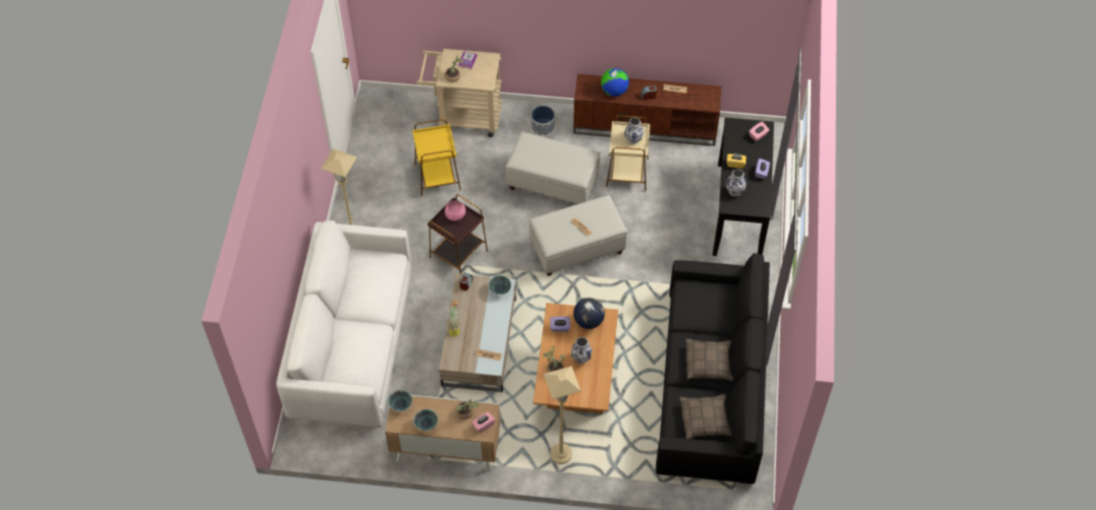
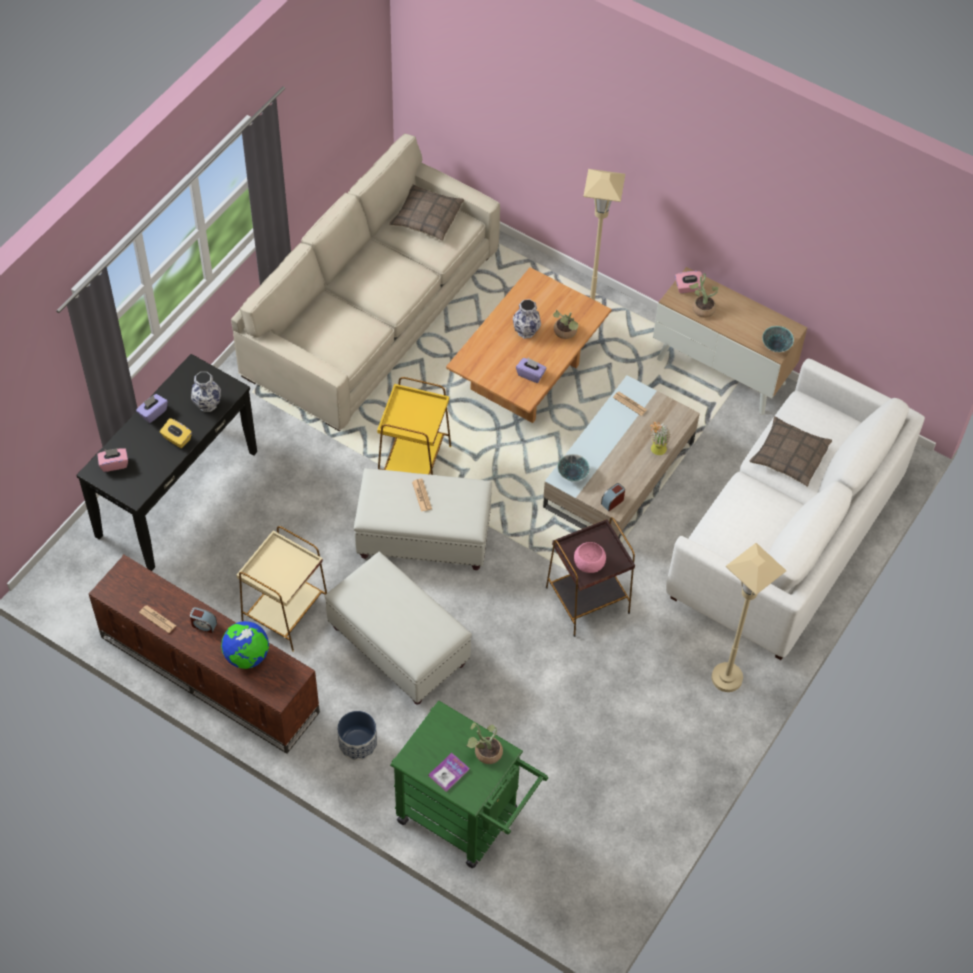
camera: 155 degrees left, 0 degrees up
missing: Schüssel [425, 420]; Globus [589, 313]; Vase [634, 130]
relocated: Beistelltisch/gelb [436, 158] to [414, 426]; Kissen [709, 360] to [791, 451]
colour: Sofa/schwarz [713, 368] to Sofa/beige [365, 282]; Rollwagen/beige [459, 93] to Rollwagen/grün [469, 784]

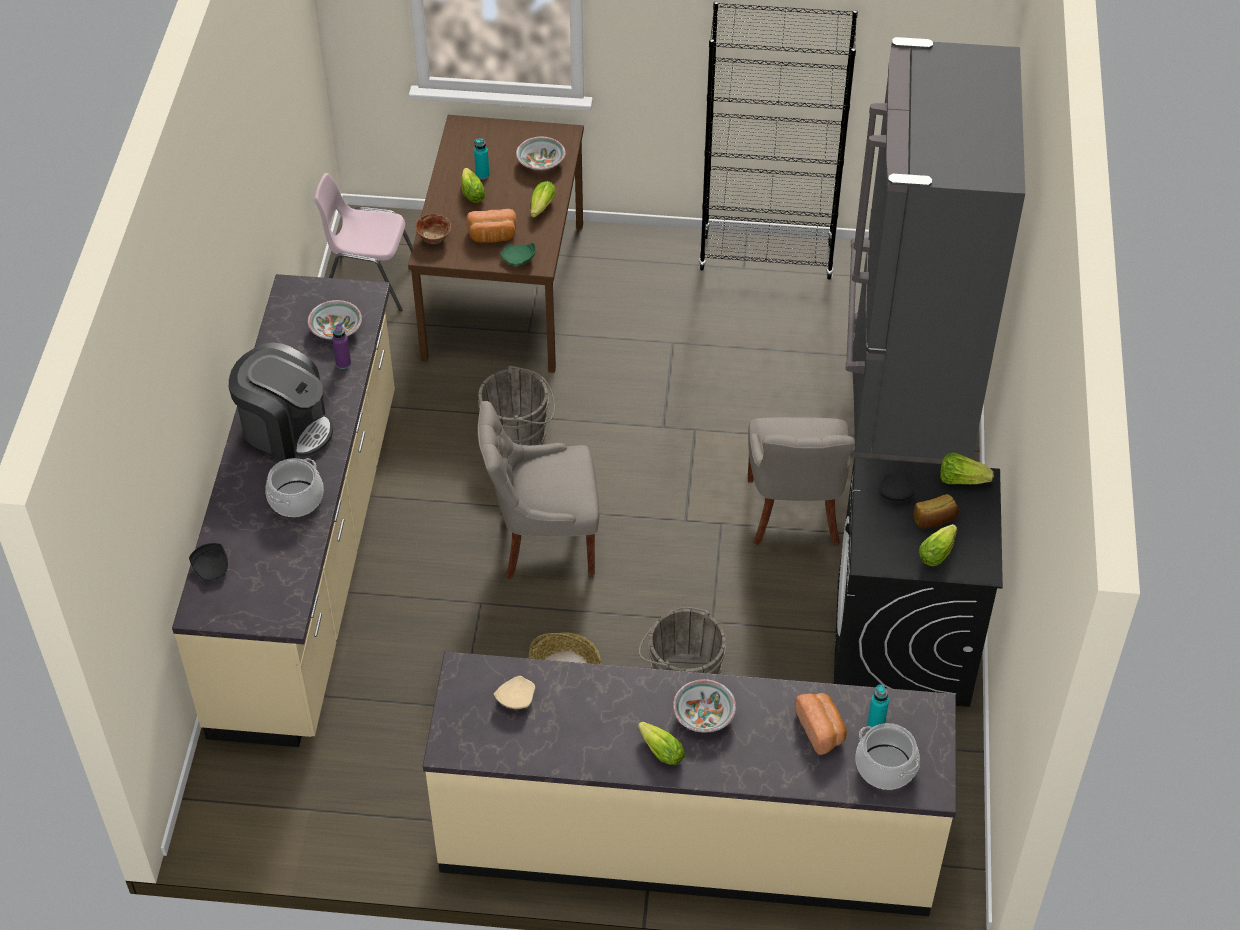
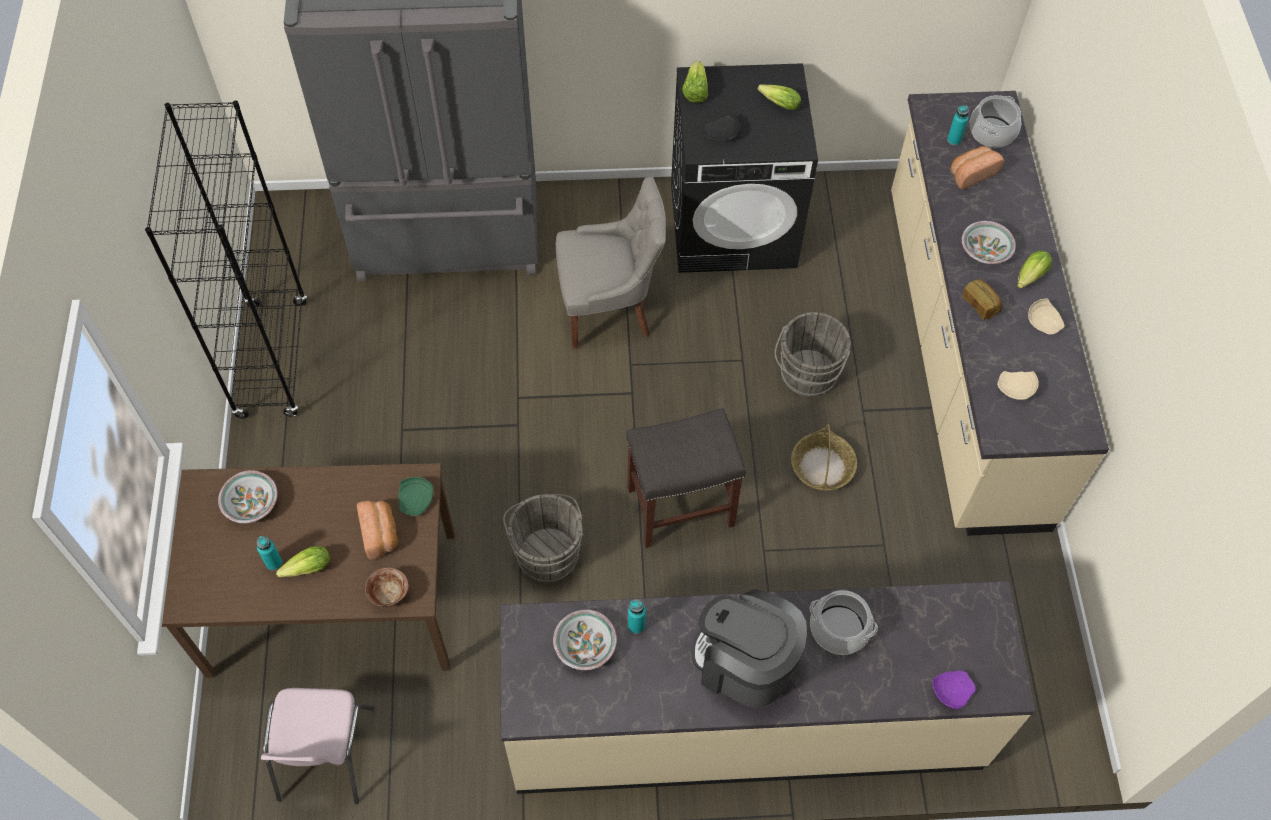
camera: 100 degrees left, 10 degrees up
missing: Salatkopf [543, 199]
appeared: Teller/beige [1046, 316]
relocated: Brot [936, 511] to [983, 299]
exchanged: Stuhl/grau [538, 490] to Hocker/grau [686, 478]
colour: Flasche/lila [341, 346] to Flasche/türkis [637, 616]; Teller/schwarz [208, 561] to Teller/lila [954, 690]
spun: Kaffeemaschine [281, 401] = [749, 648] 75 degrees counterclockwise

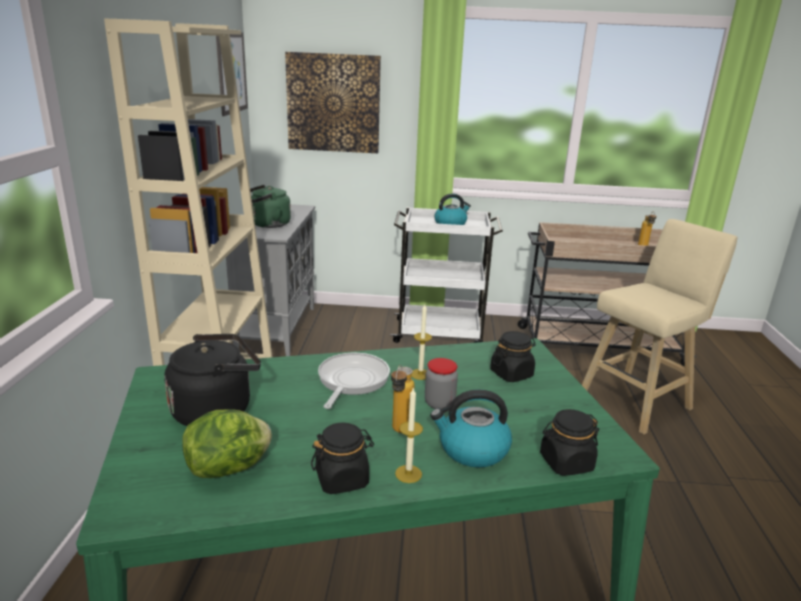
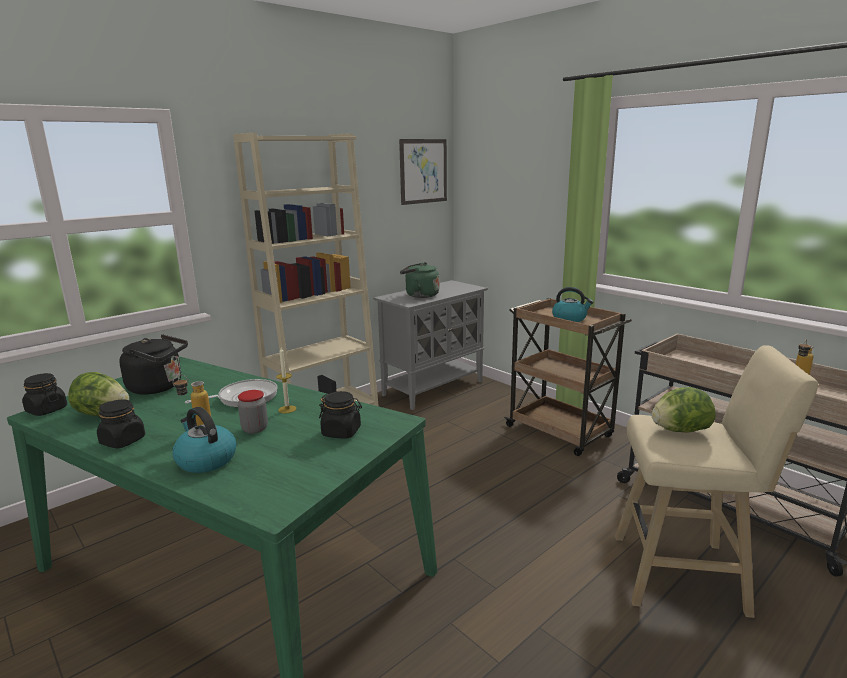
camera: 45 degrees right, 5 degrees down
missing: Bild [333, 102]; Kerze [409, 435]
appeared: Salatkopf [684, 410]
relocated: Vorratsglas/schwarz [569, 442] to [44, 394]
colour: Rollwagen/weiß [446, 275] to Rollwagen/braun [568, 377]

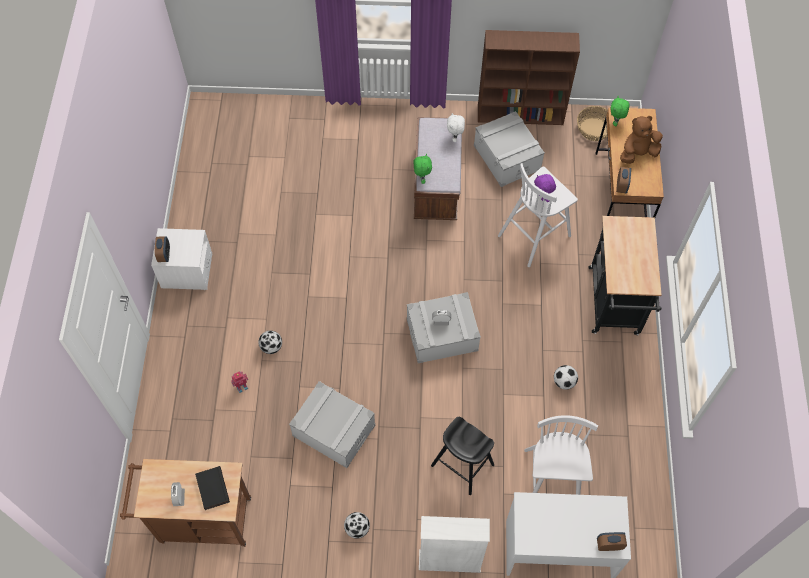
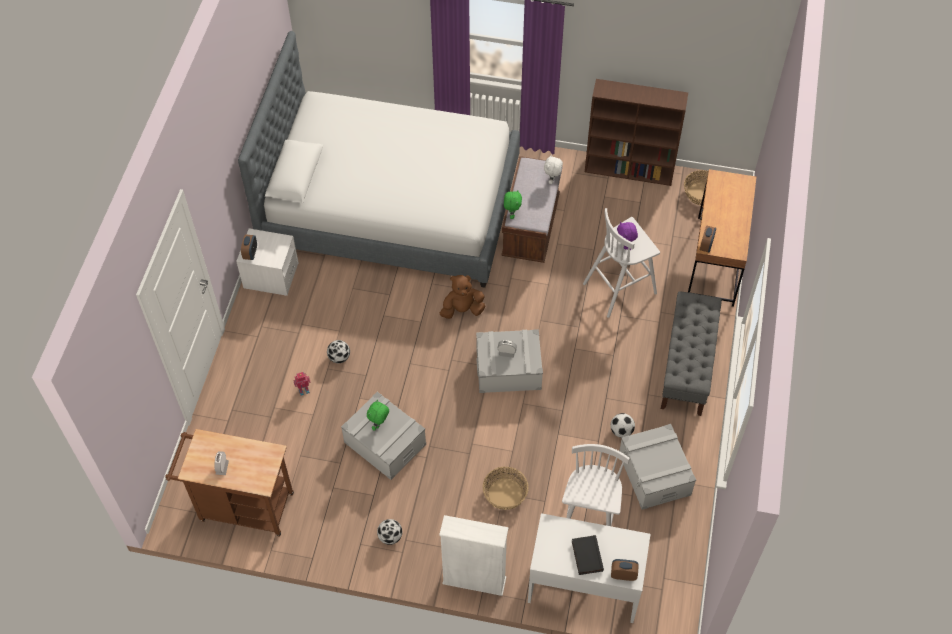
camera: 10 degrees right, 5 degrees down
appeared: Bett [379, 159]
relocated: Plüschtier/grün [620, 111] to [378, 415]; Plüschtier/braun [641, 140] to [462, 297]; Buch/schwarz [212, 488] to [588, 555]; Aufbewahrungsbox/grau [509, 149] to [657, 467]
exchanged: Hocker/schwarz [462, 456] to Korb [506, 488]; Rollwagen/schwarz [625, 275] to Bank/grau [691, 353]

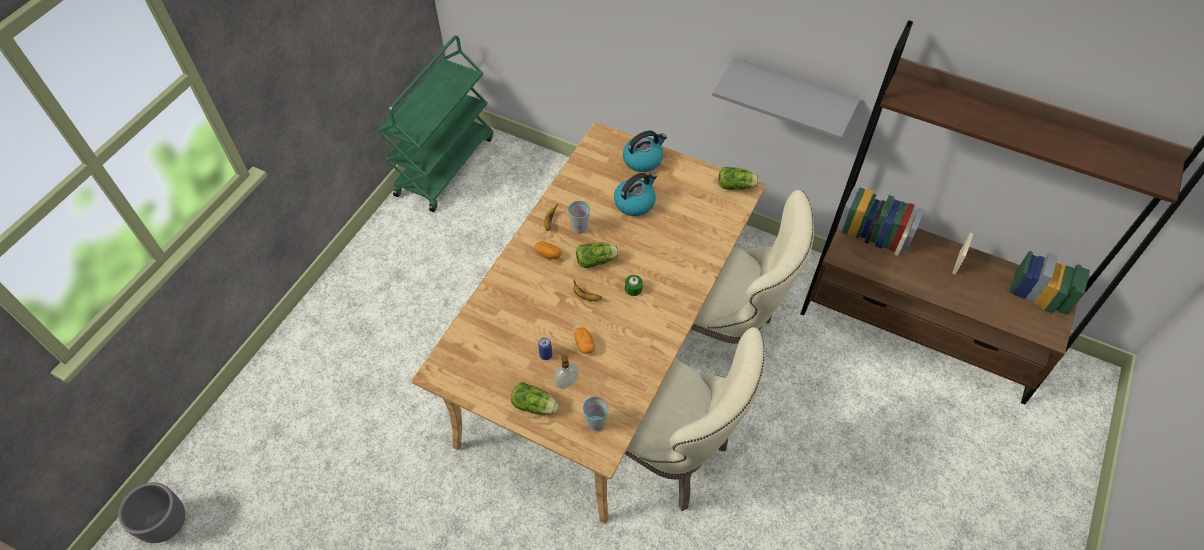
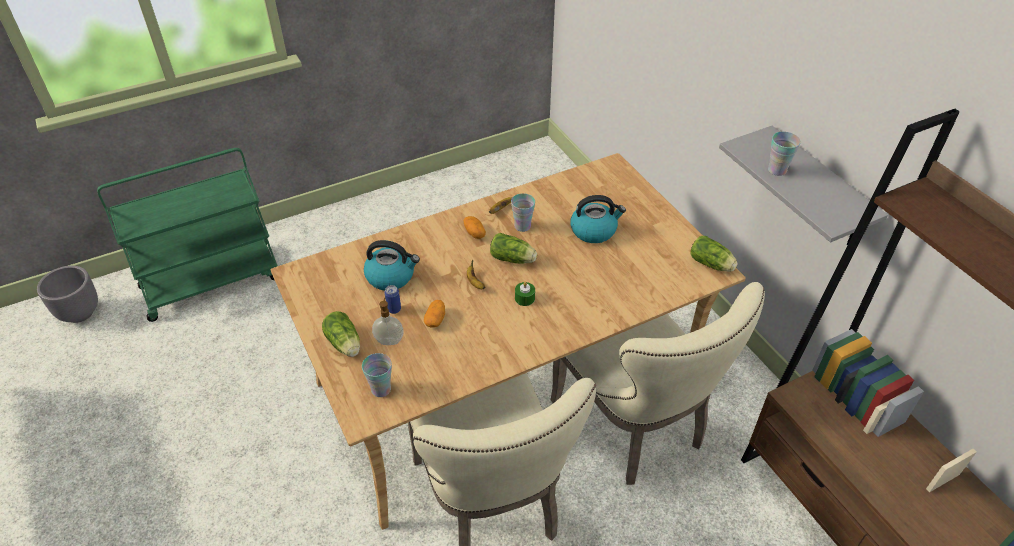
camera: 35 degrees right, 10 degrees down
appeared: Tasse [784, 154]
relocated: Rollwagen/grün [435, 124] to [187, 235]; Wasserkessel [645, 151] to [392, 265]

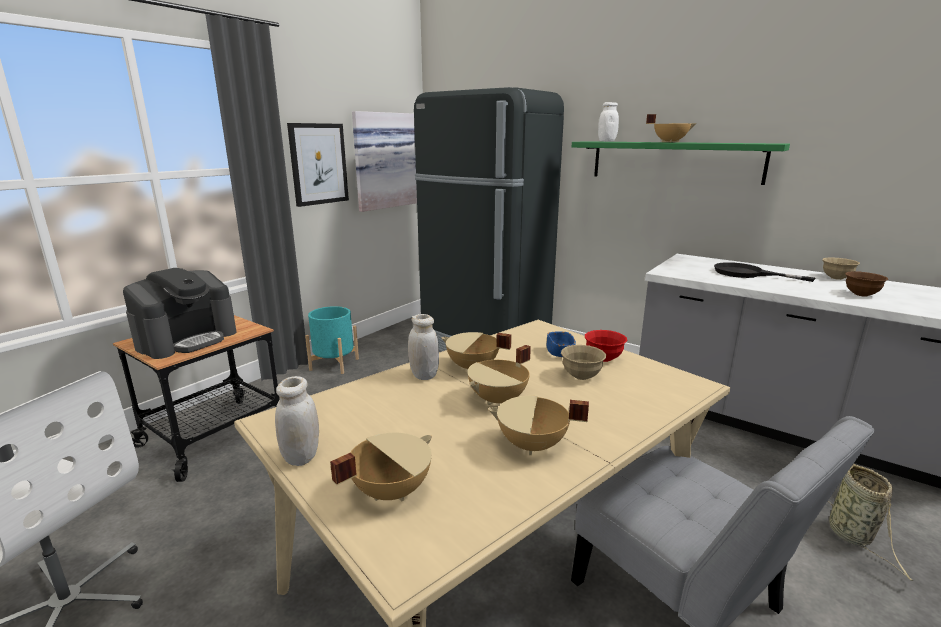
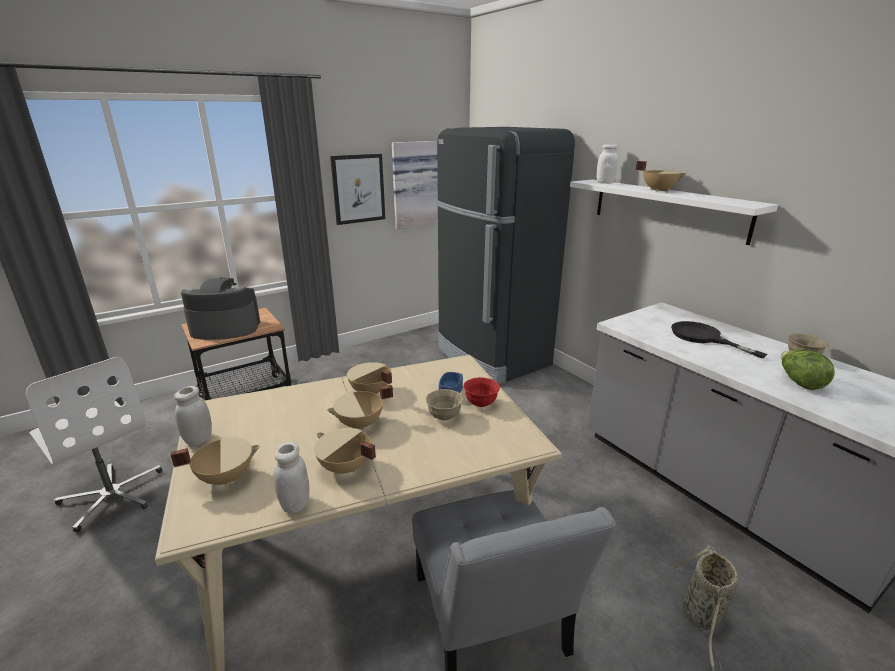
camera: 20 degrees right, 5 degrees up
missing: Pflanzkübel/türkis [332, 340]
relocated: Vorratsglas/weiß [423, 347] to [292, 478]
exchanged: Schüssel/braun [866, 284] to Salatkopf [808, 370]
colour: Wandregal/grün [681, 163] to Wandregal/weiß [674, 212]
spun: Kaffeemaschine [180, 313] = [220, 308] 150 degrees counterclockwise

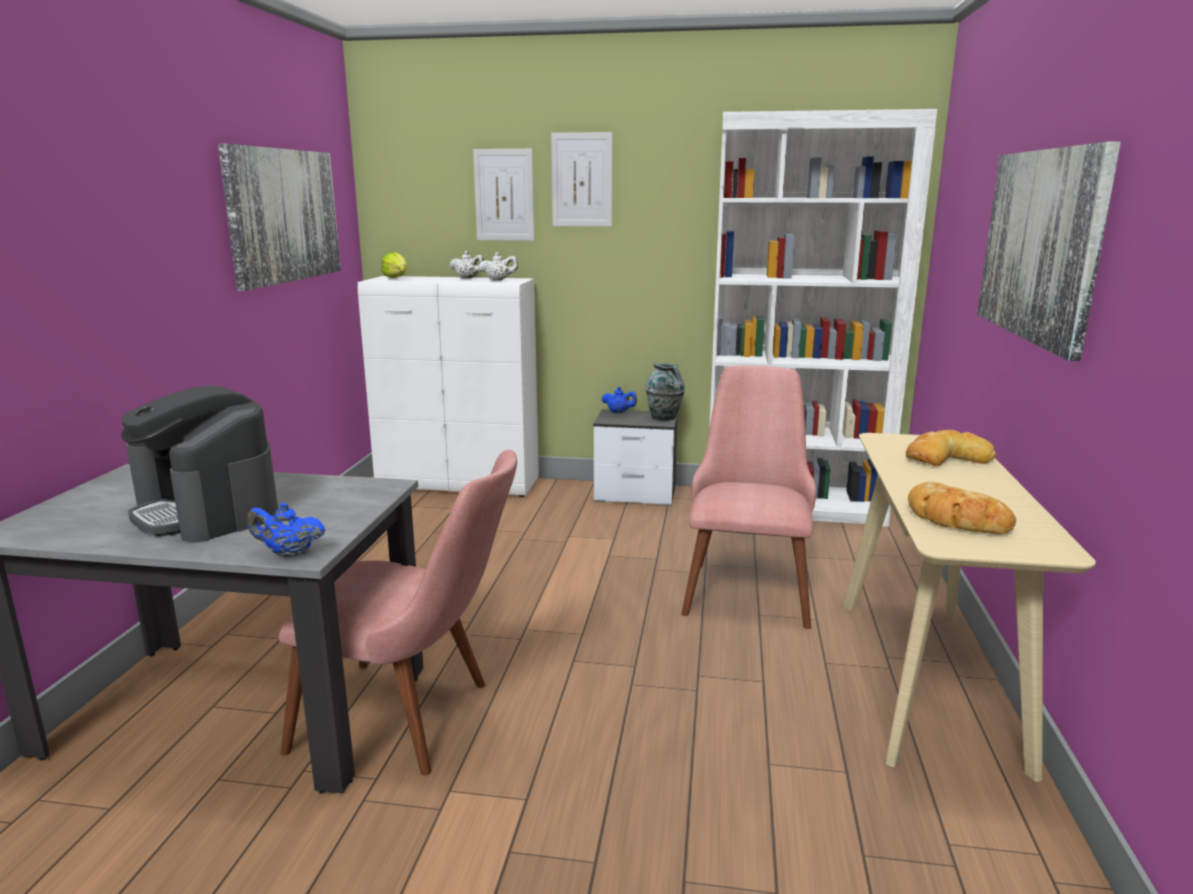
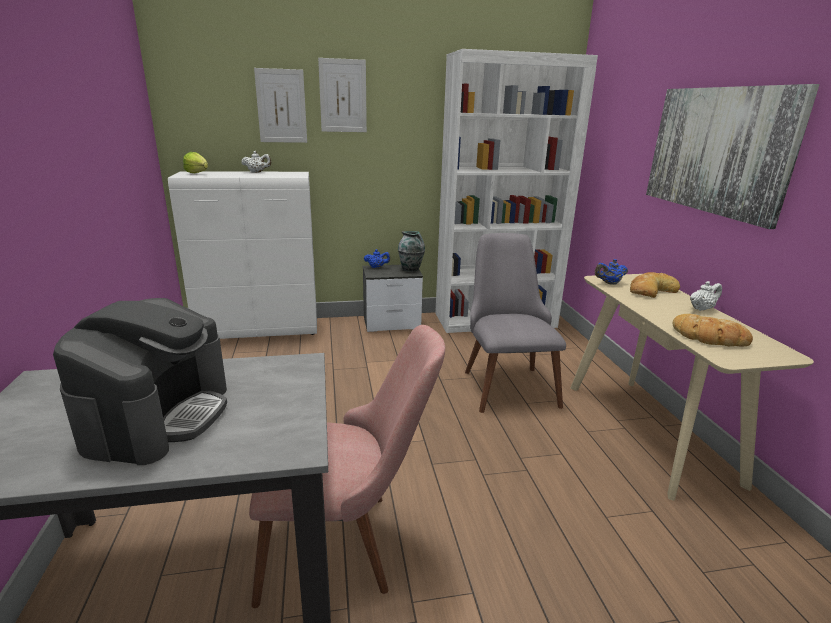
camera: 20 degrees left, 5 degrees up
missing: Bild [279, 217]
relocated: Teekanne/blau [286, 530] to [611, 272]; Teekanne/weiß [498, 266] to [706, 296]
colour: Stuhl/rosa [748, 497] to Stuhl/grau [515, 323]
spun: Kaffeemaschine [199, 464] = [140, 381] 105 degrees counterclockwise

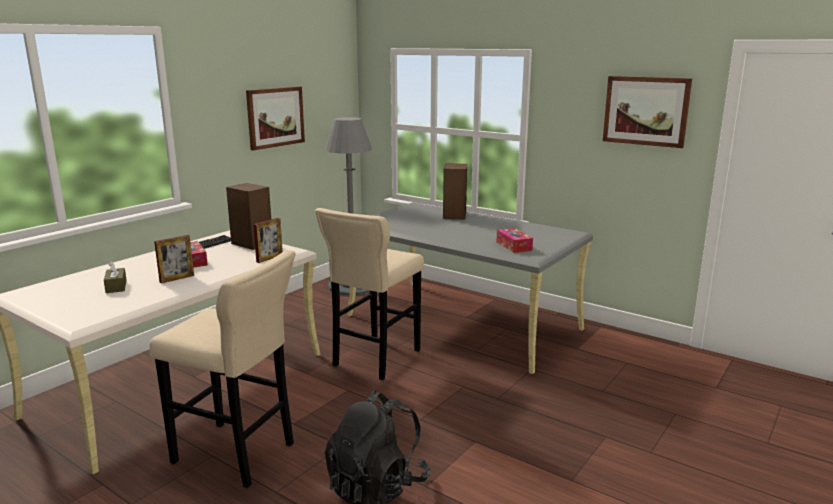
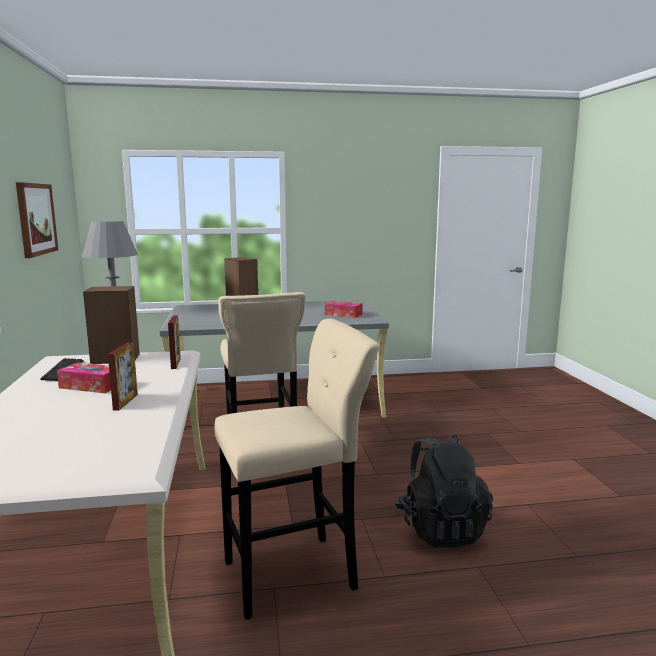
camera: 45 degrees left, 5 degrees down
missing: Taschentuchbox/braun [115, 277]; Bild [647, 112]

